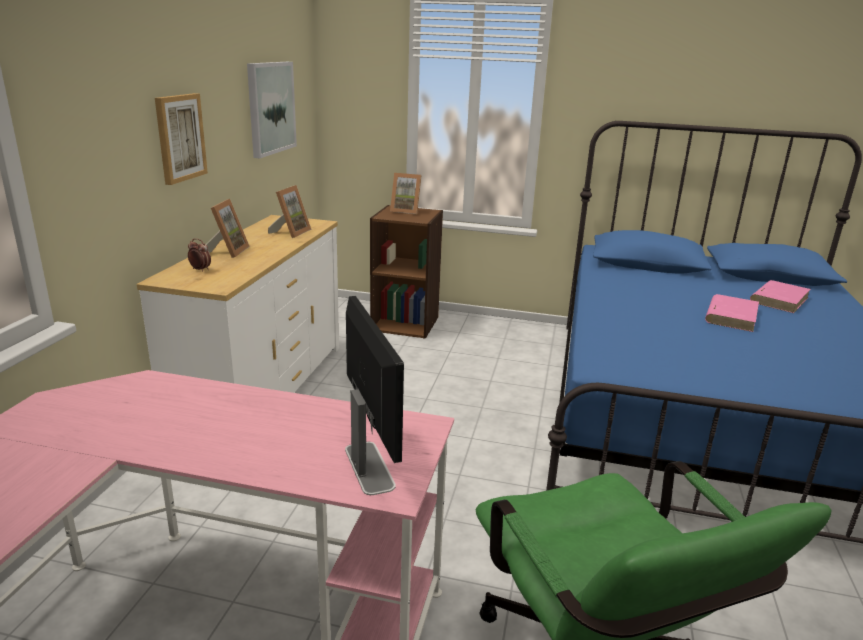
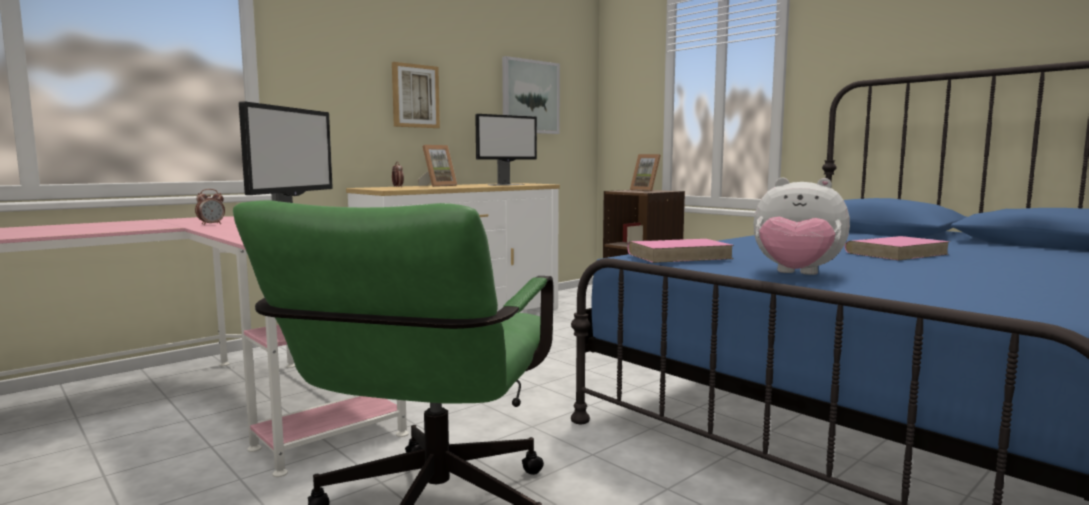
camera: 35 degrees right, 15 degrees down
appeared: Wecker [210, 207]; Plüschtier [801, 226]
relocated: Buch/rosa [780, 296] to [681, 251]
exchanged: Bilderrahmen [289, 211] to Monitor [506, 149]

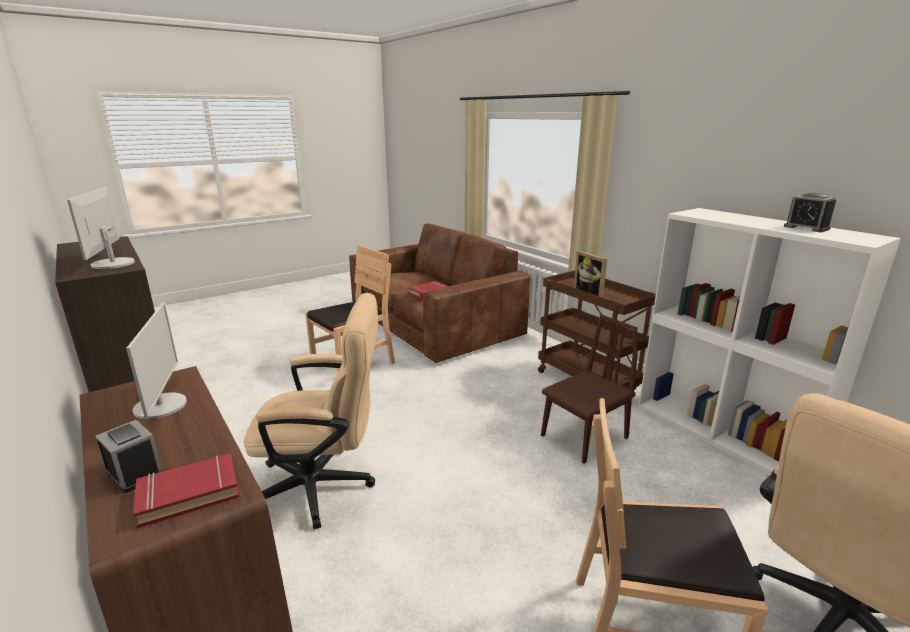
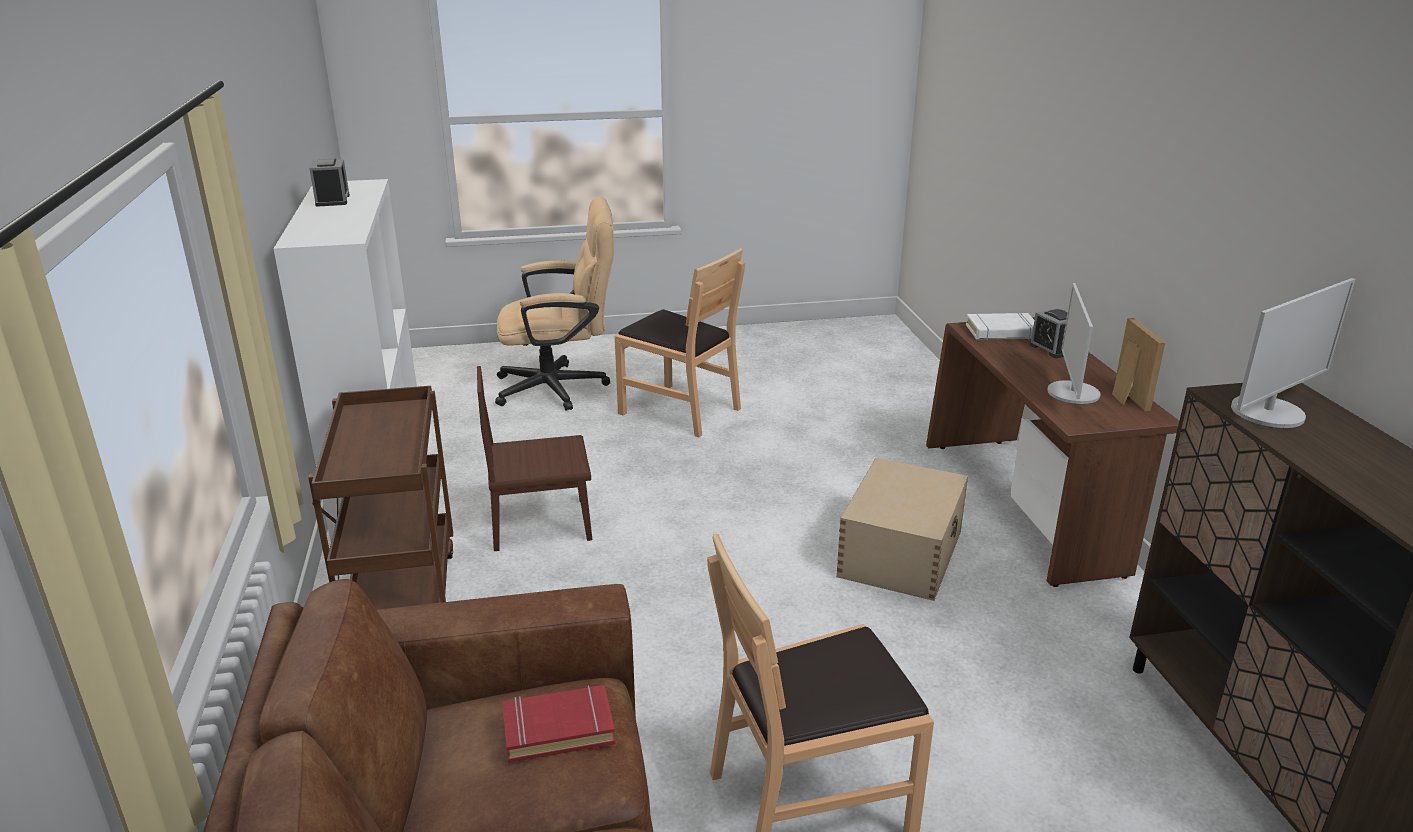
camera: 155 degrees left, 5 degrees up
relocated: Bilderrahmen [590, 274] to [1138, 364]
exchanged: Bürostuhl/beige [311, 411] to Aufbewahrungsbox/beige [902, 529]
colour: Buch/rot [186, 490] to Buch/weiß [1000, 326]
spun: Monitor [101, 228] = [1293, 353] 45 degrees clockwise

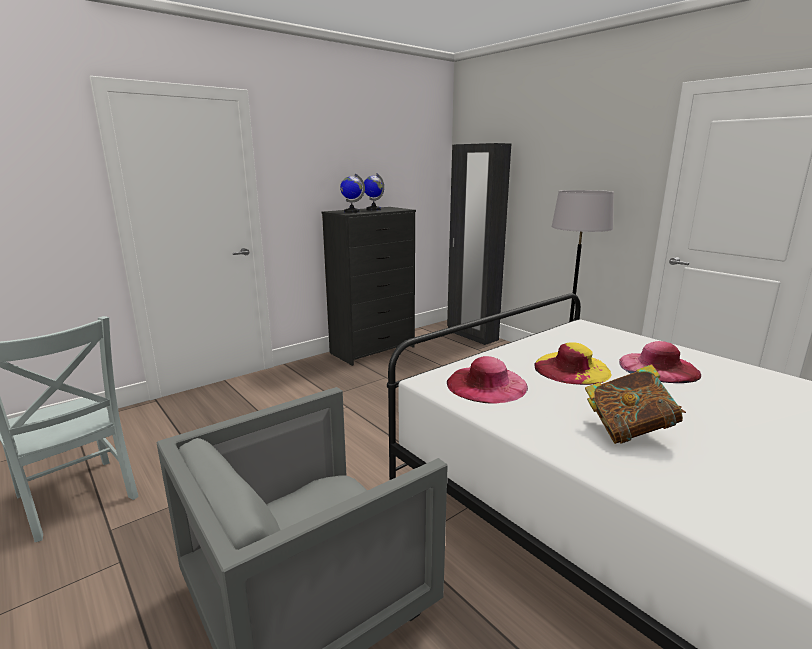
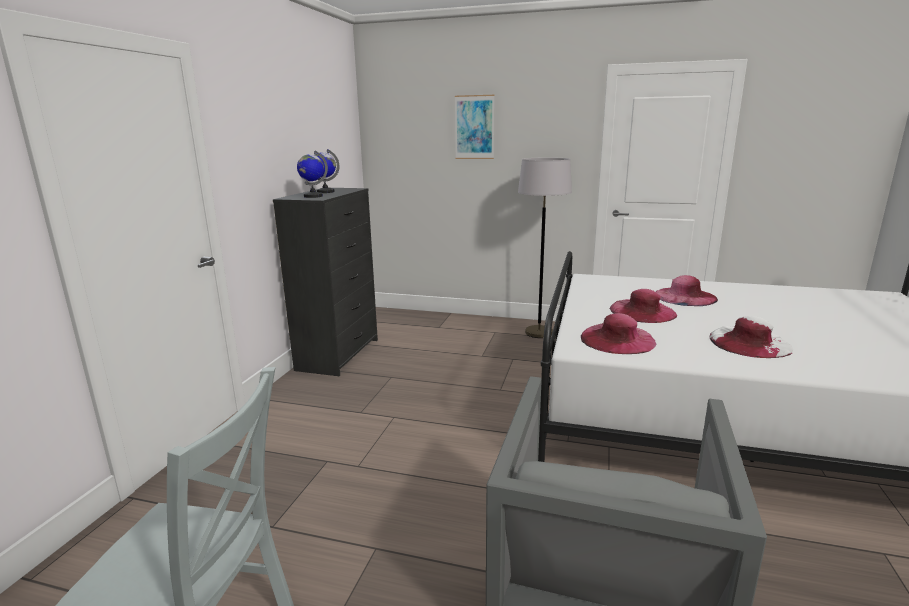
camera: 35 degrees left, 0 degrees up
missing: Kleiderschrank/schwarz [479, 244]
appeared: Bild [474, 127]
exchanged: Buch [635, 404] to Hut/weiß [751, 337]
colour: Hut/gelb [573, 363] to Hut/rosa [643, 306]

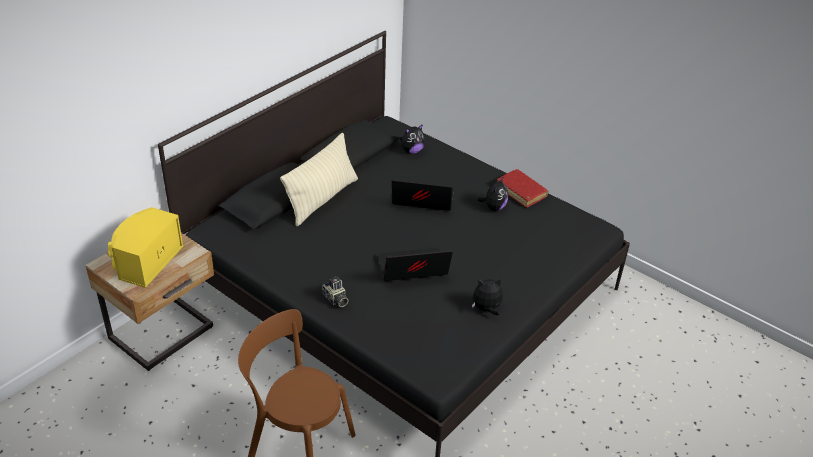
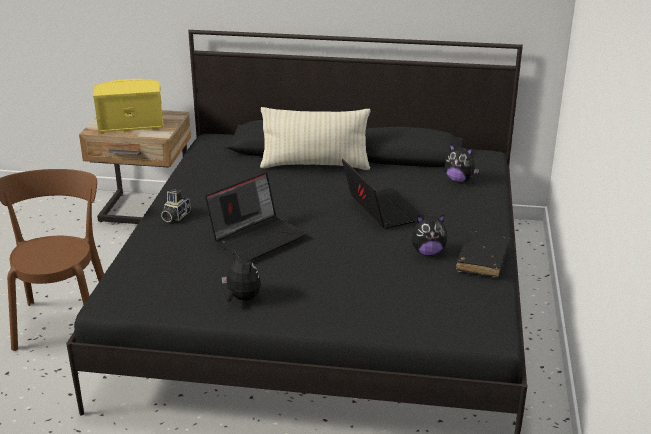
camera: 60 degrees right, 10 degrees down
colour: Buch/rot [522, 188] to Buch/schwarz [483, 254]
spun: Laptop [415, 264] = [255, 216] 90 degrees clockwise

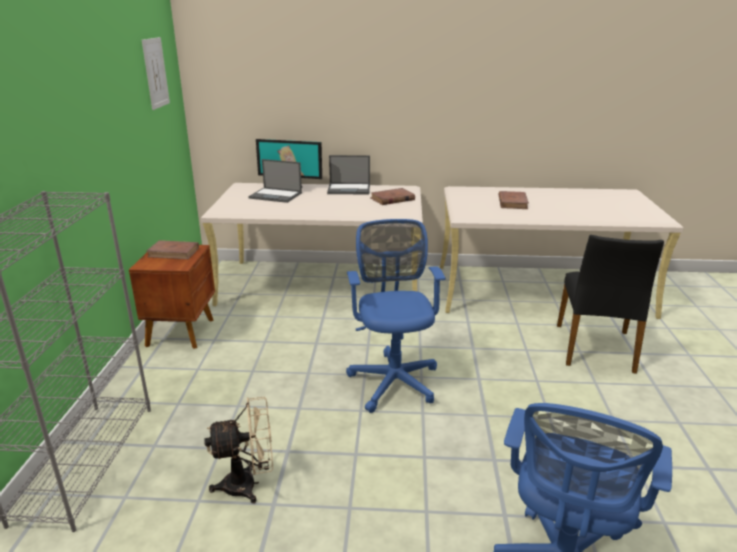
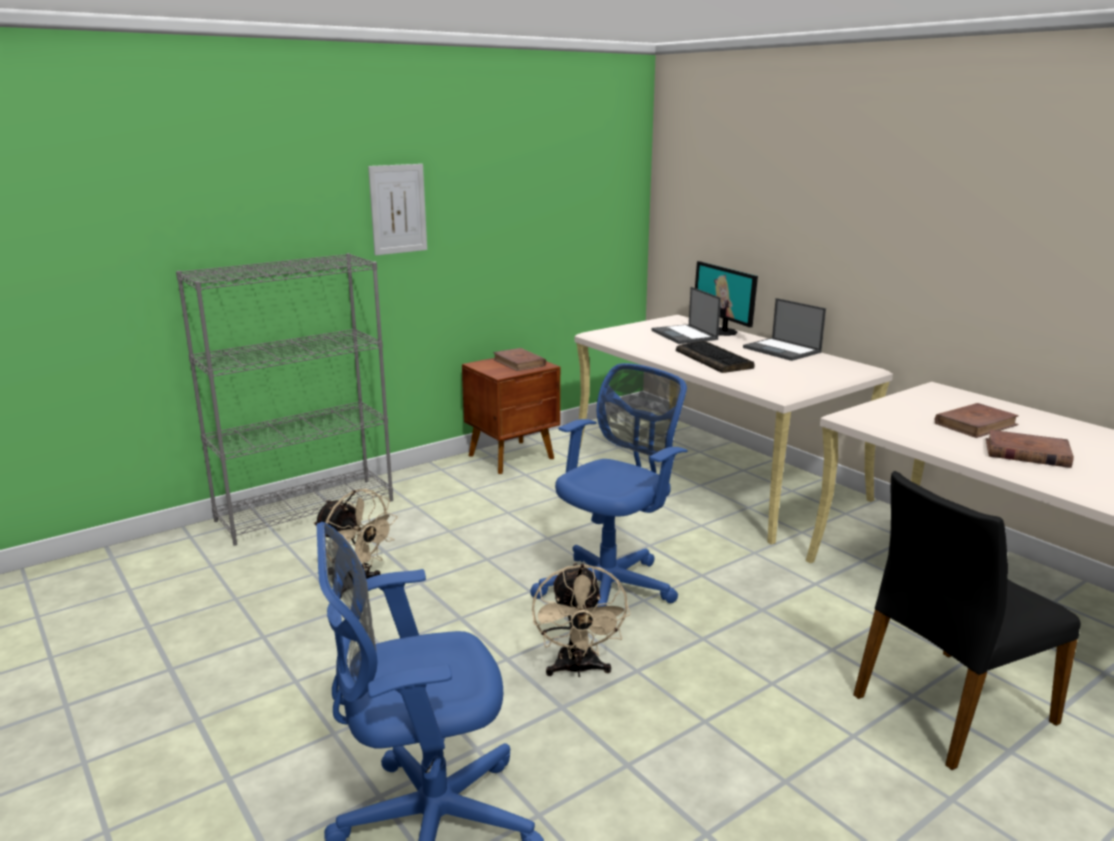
camera: 50 degrees right, 5 degrees down
appeared: Ventilator/beige [581, 620]; Tastatur [715, 357]
relocated: Bild [156, 73] to [397, 210]; Buch/braun [392, 196] to [1030, 449]

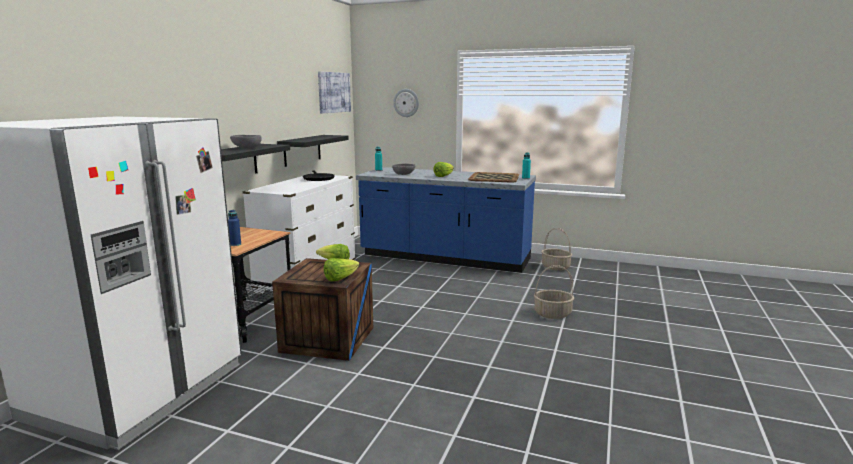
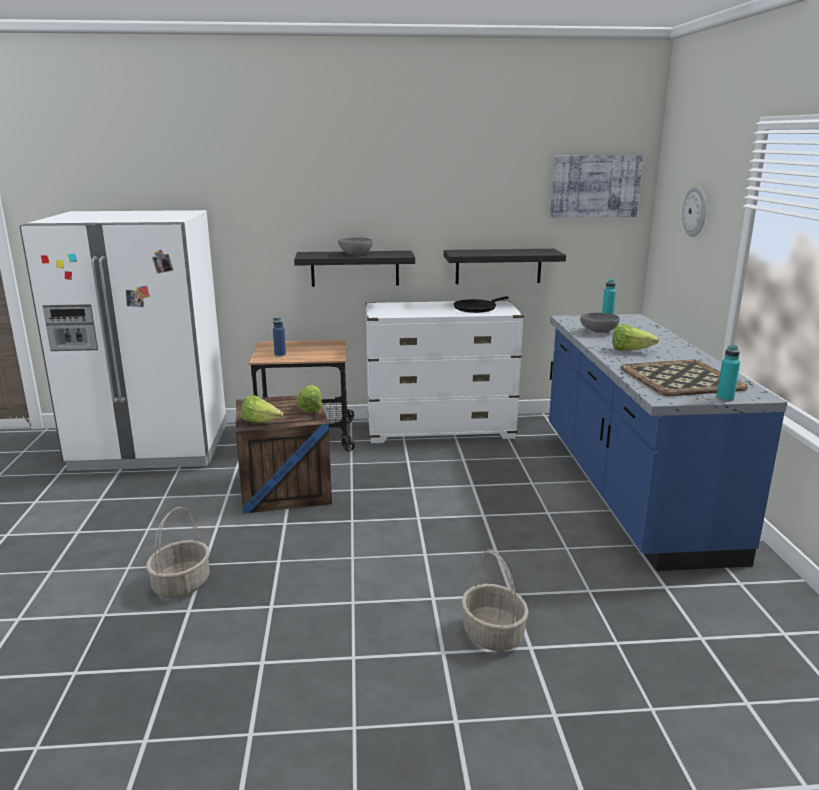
camera: 65 degrees right, 5 degrees up
relocated: Korb [556, 249] to [178, 552]

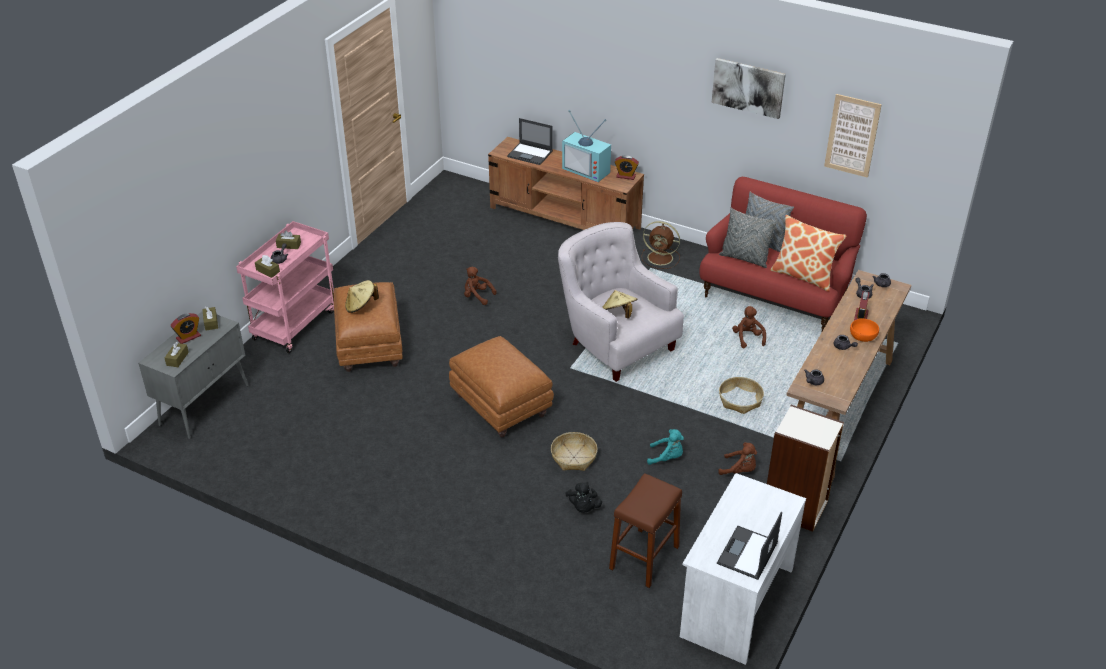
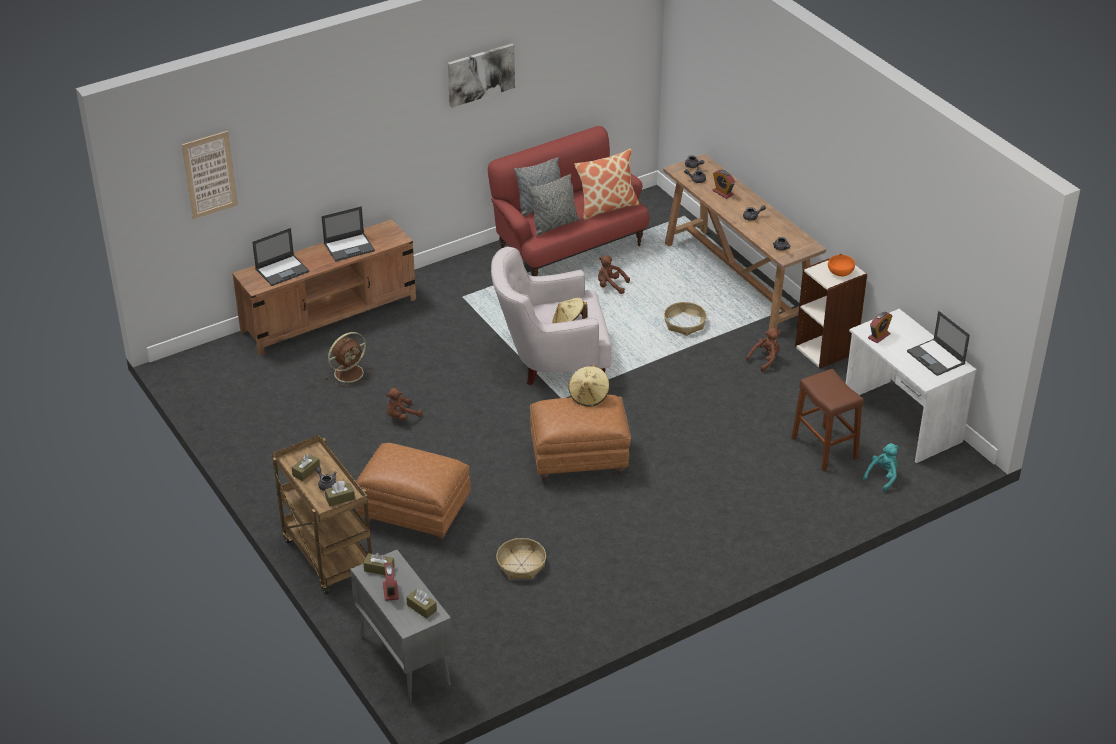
camera: 60 degrees left, 0 degrees up
missing: Plüschtier/schwarz [583, 497]
relocated: Bild [853, 136] to [210, 175]; Ventilator/braun [661, 245] to [348, 359]; Korb [574, 451] to [521, 558]; Hut/beige [362, 296] to [588, 386]; Schüssel/orange [864, 330] to [841, 266]; Plüschtier/türkis [665, 447] to [880, 467]; Wecker [627, 167] to [880, 327]
exchanged: Fernseher [586, 146] to Laptop [348, 234]
colour: Rollwagen/rosa [285, 287] to Rollwagen/braun [322, 515]

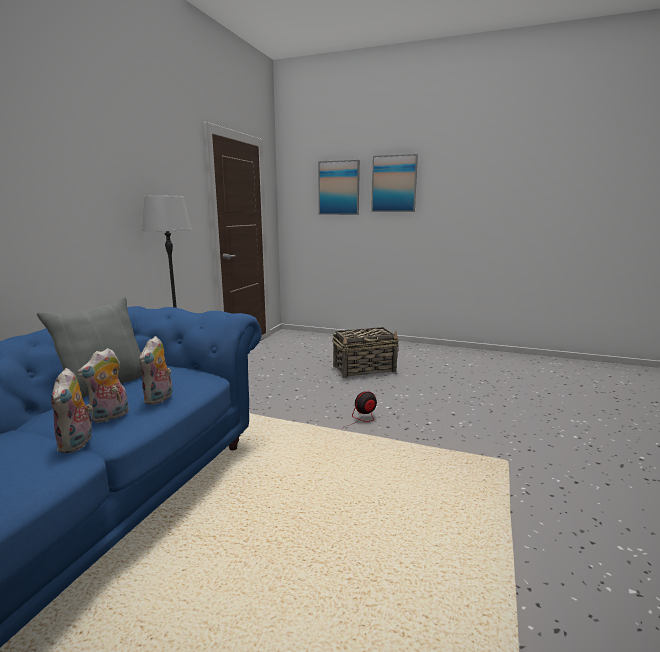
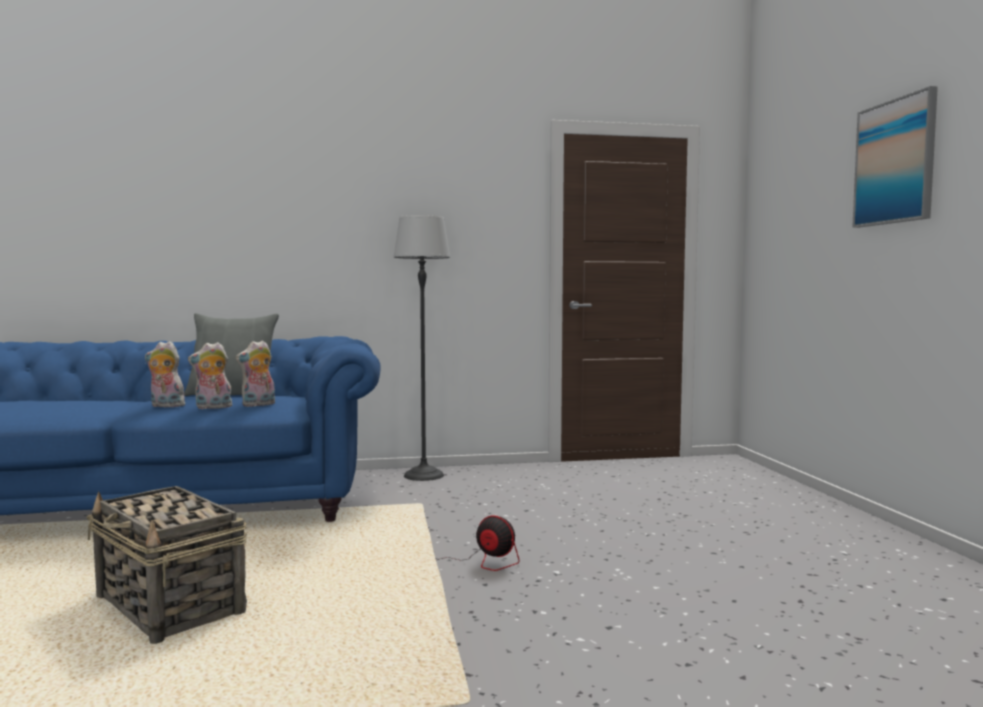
camera: 60 degrees right, 10 degrees down
missing: Bild [339, 187]
relocated: Korb [365, 352] to [167, 565]; Plüschtier [71, 410] to [255, 373]

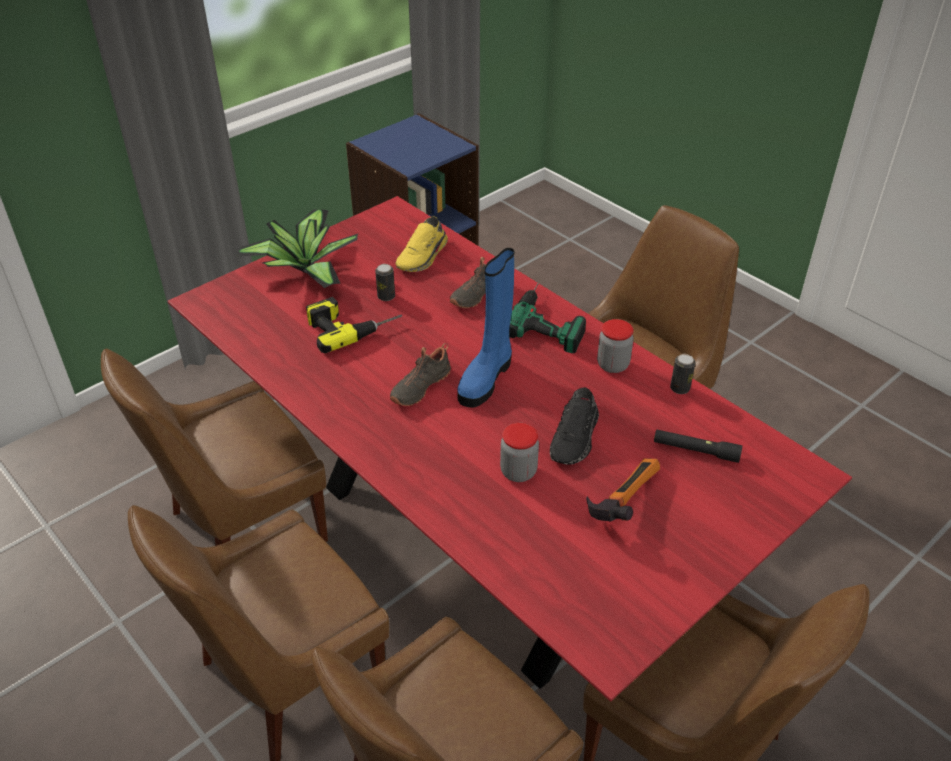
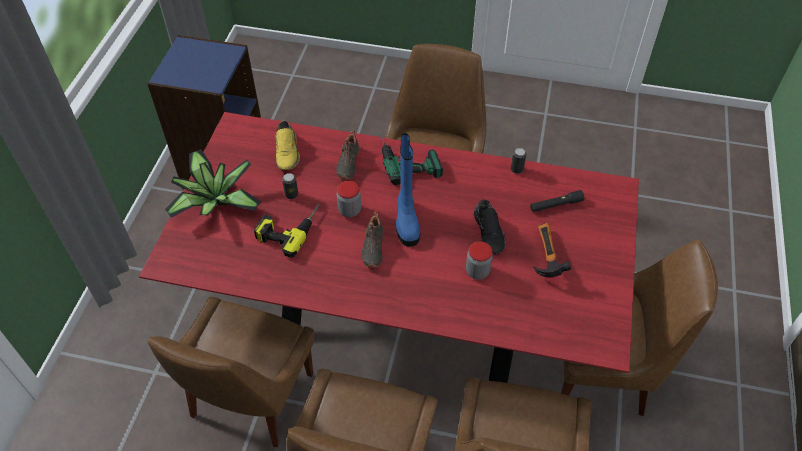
camera: 35 degrees left, 10 degrees up
relocated: Vorratsglas [615, 346] to [349, 199]

